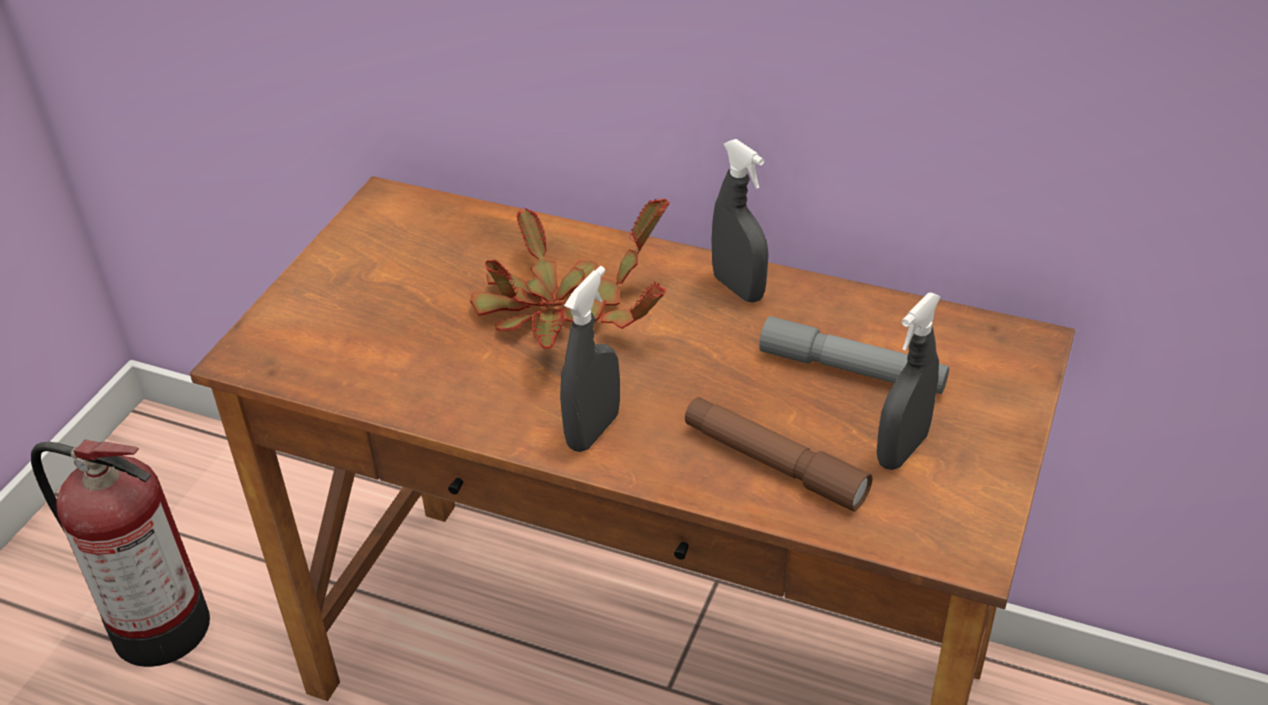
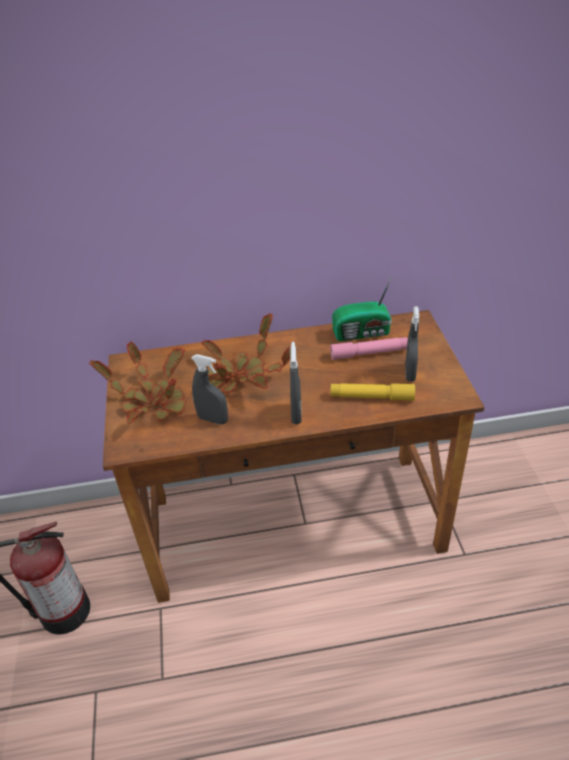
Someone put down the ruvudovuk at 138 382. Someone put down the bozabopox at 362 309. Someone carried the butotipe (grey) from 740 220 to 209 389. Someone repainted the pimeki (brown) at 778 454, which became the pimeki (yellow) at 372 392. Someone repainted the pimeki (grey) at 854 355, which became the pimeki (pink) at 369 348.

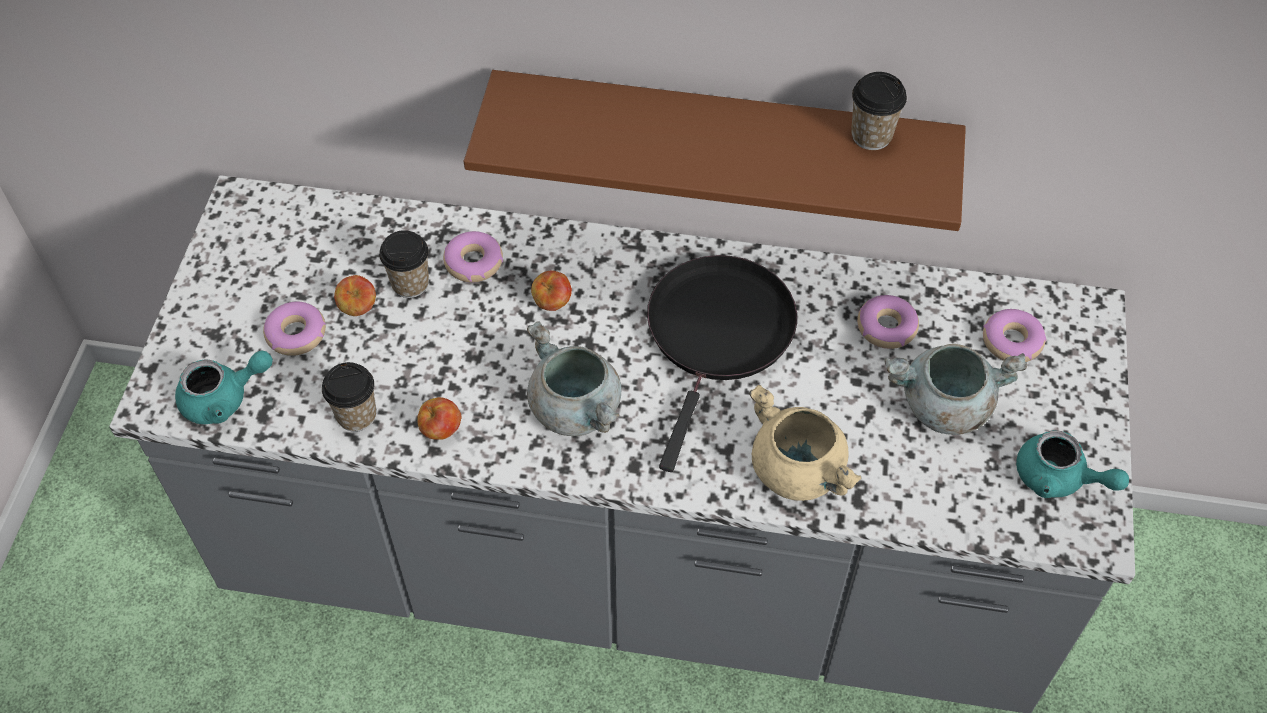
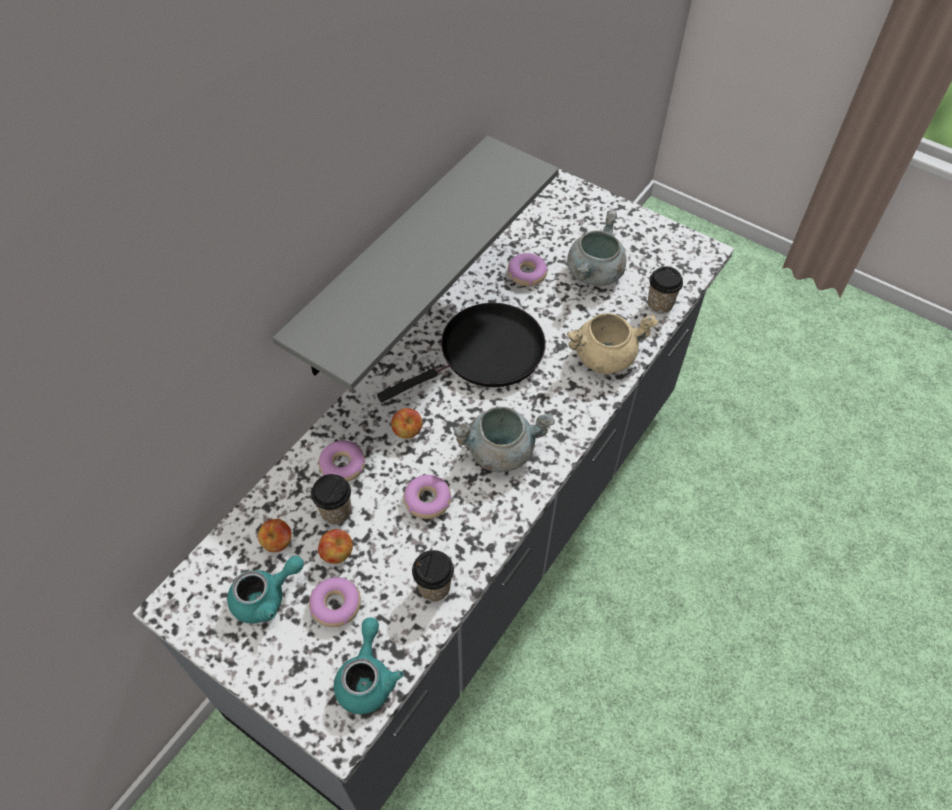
Someone carried the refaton from 439 418 to 275 535. Someone carried the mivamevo from 879 111 to 665 290. Someone carried the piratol from 1014 335 to 427 497. Someone carried the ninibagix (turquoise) from 1072 464 to 265 590. Someone repainted the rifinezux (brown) at 715 150, which became the rifinezux (grey) at 416 263. Someone rotated the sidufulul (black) at 722 363 by 105 degrees clockwise.

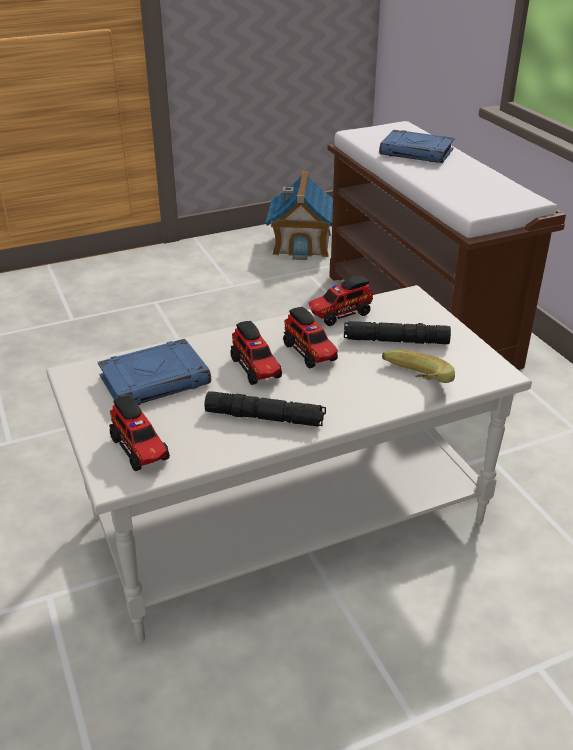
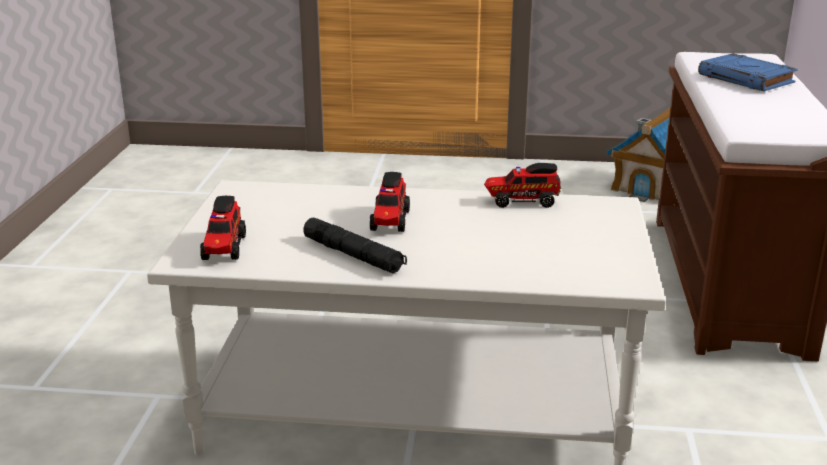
Someone took away the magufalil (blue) at 154 372. Someone took away the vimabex at 310 337. Someone took away the pimeki (black) at 397 332. Someone took away the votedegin at 418 366.

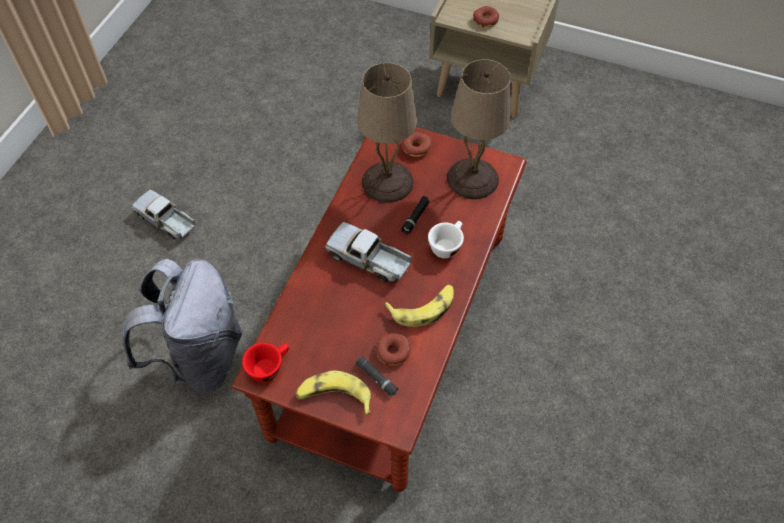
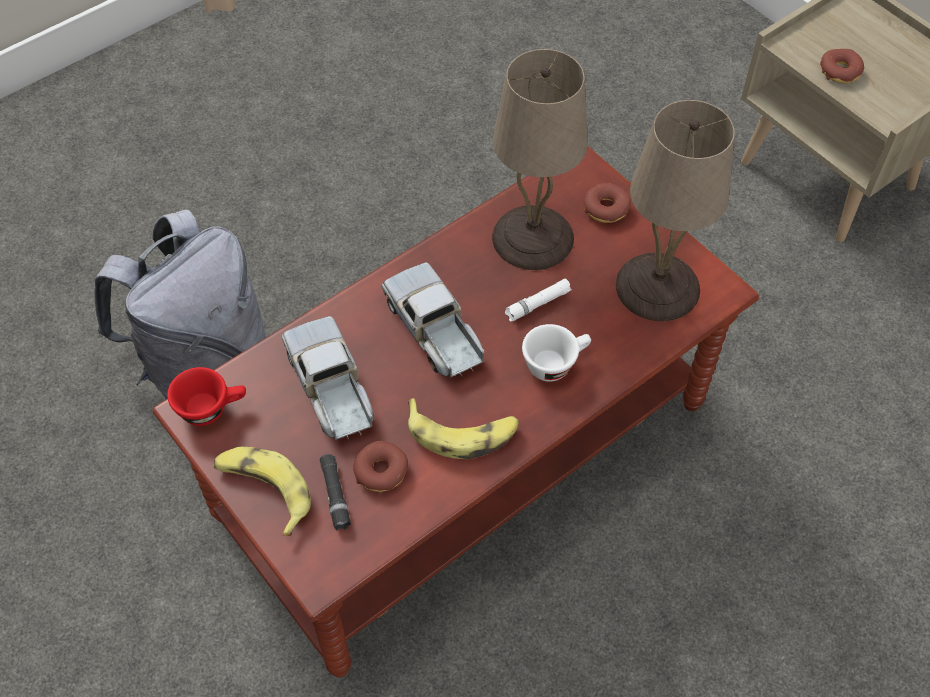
Someone carried the vimabex from 163 214 to 327 378. Someone repainted the pimeki (black) at 415 215, which became the pimeki (white) at 538 300.

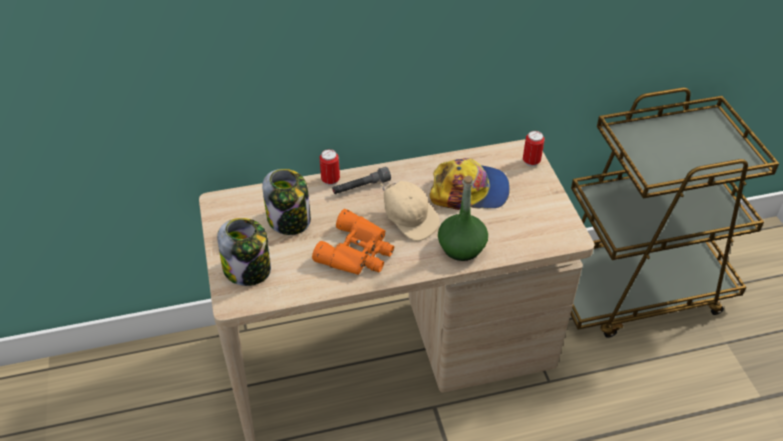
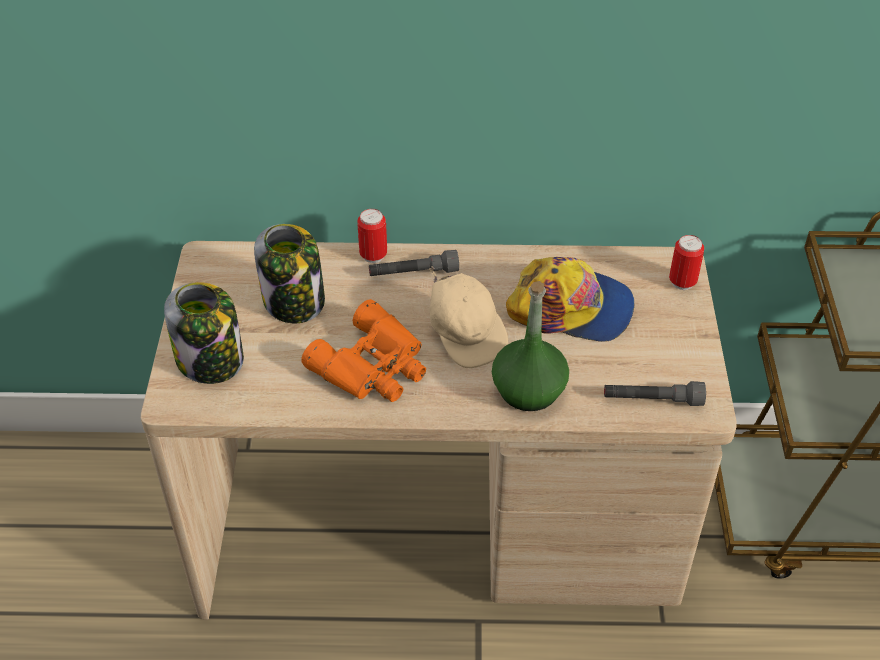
Someone put down the pimeki (grey) at 655 393.

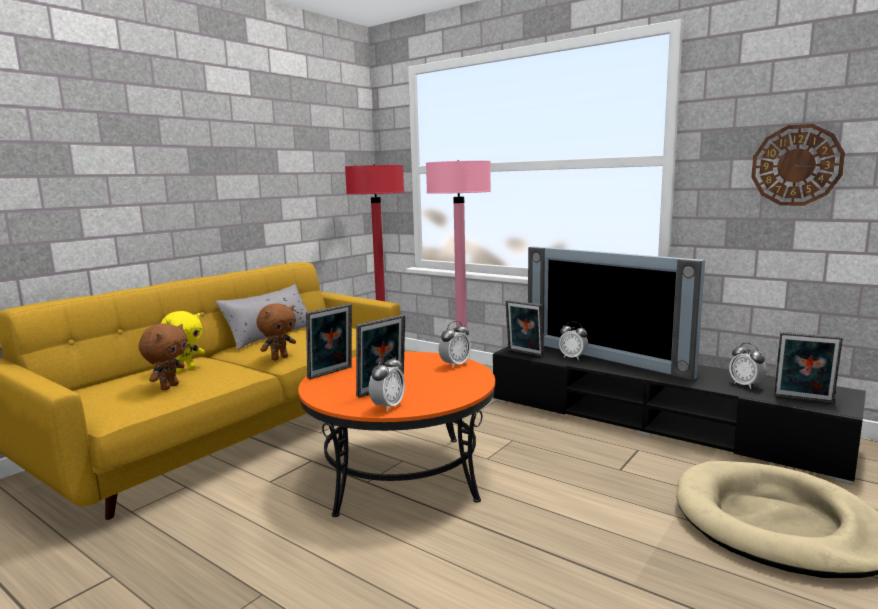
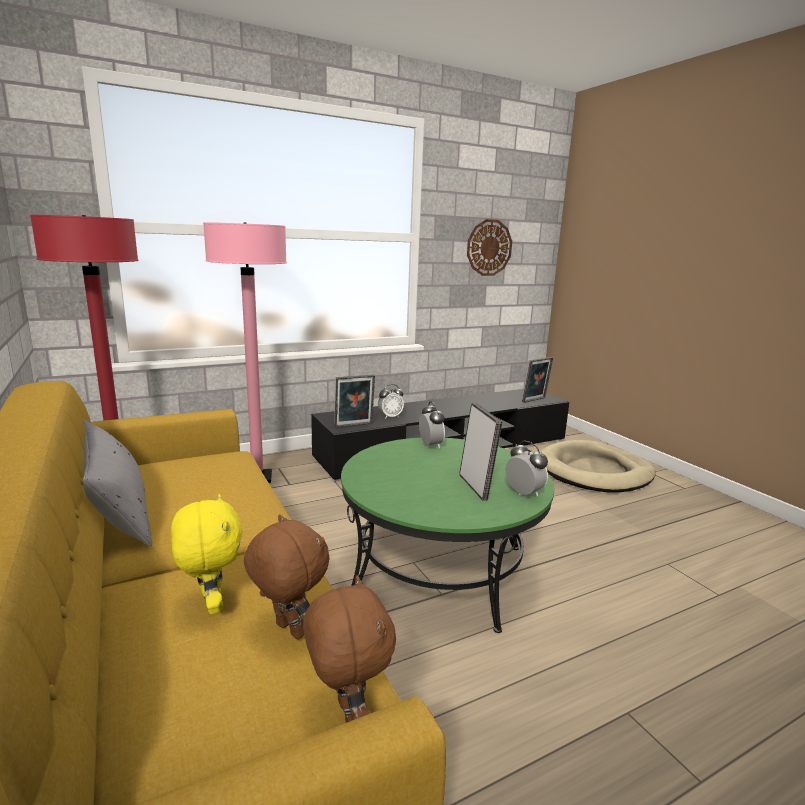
Someone took away the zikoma at 329 341. Someone took away the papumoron at 616 313. Someone took away the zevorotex at 748 366. Someone carried the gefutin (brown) from 276 332 to 349 649. Someone repainted the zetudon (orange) at 396 434, which became the zetudon (green) at 447 535.

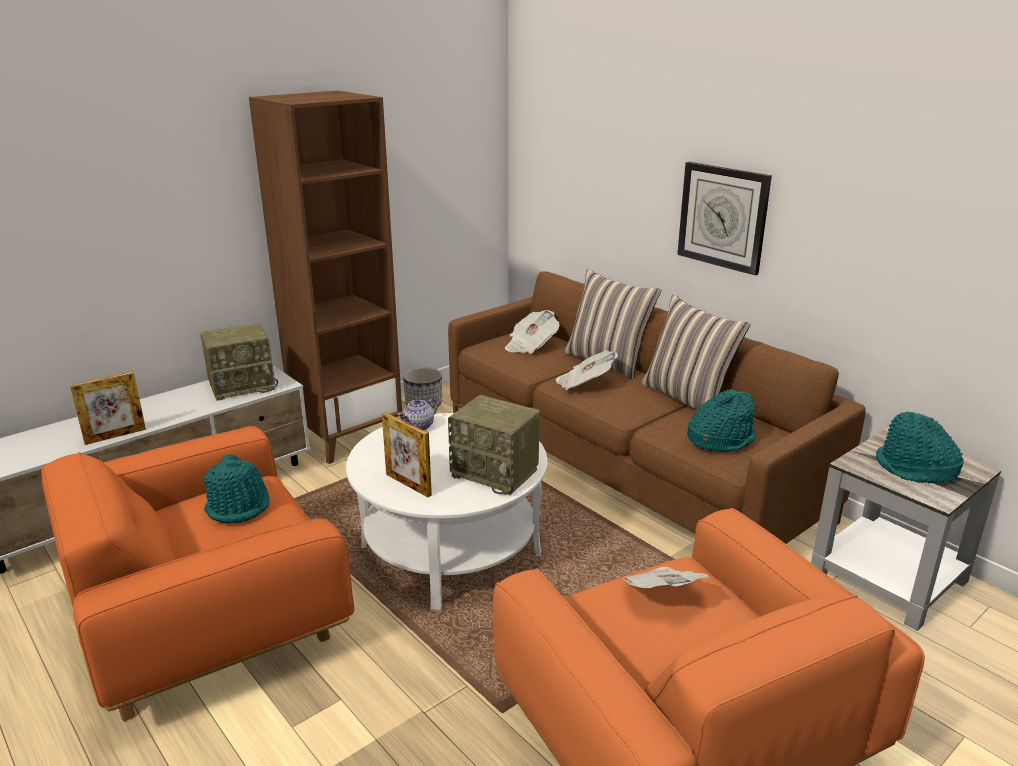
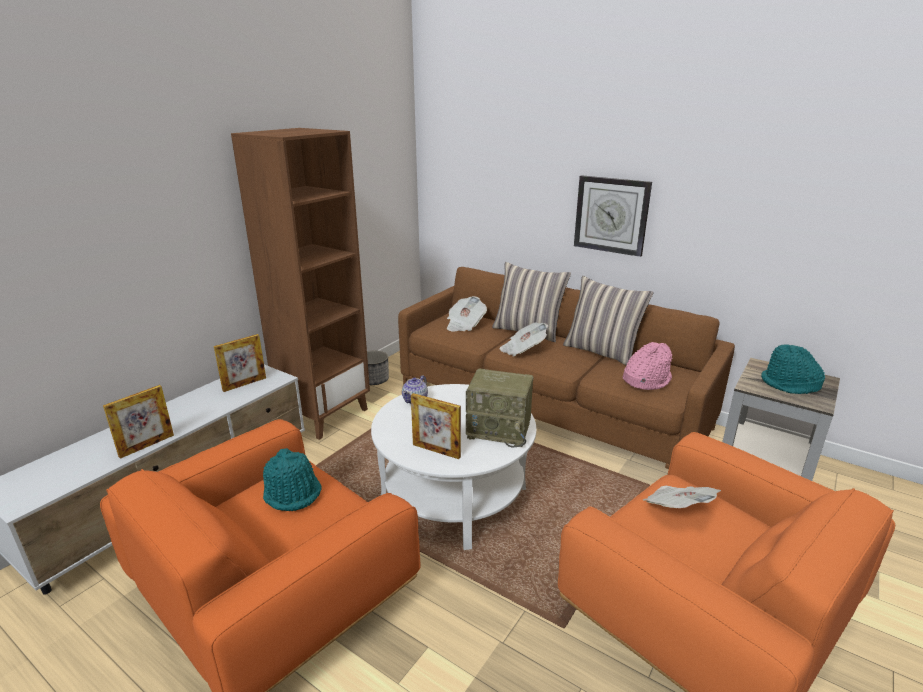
Someone swapped the bozabopox at 239 362 for the zikoma at 240 363. Someone repainted the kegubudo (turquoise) at 721 420, which became the kegubudo (pink) at 647 366.

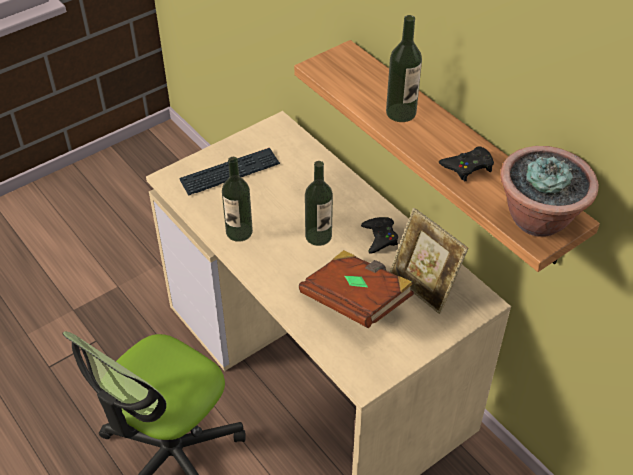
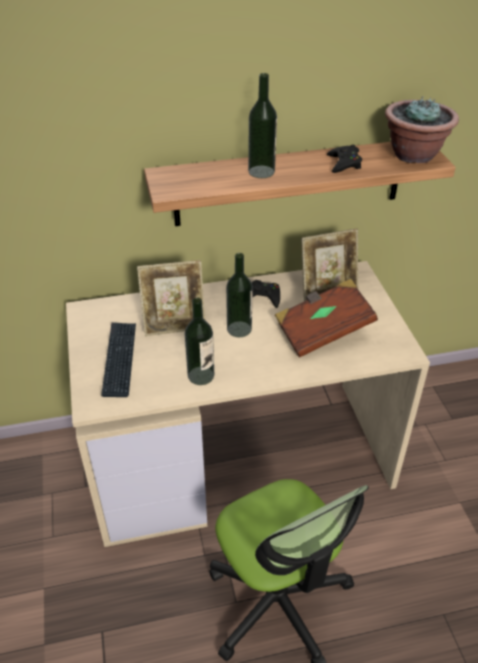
Someone put down the zikoma at 171 298.

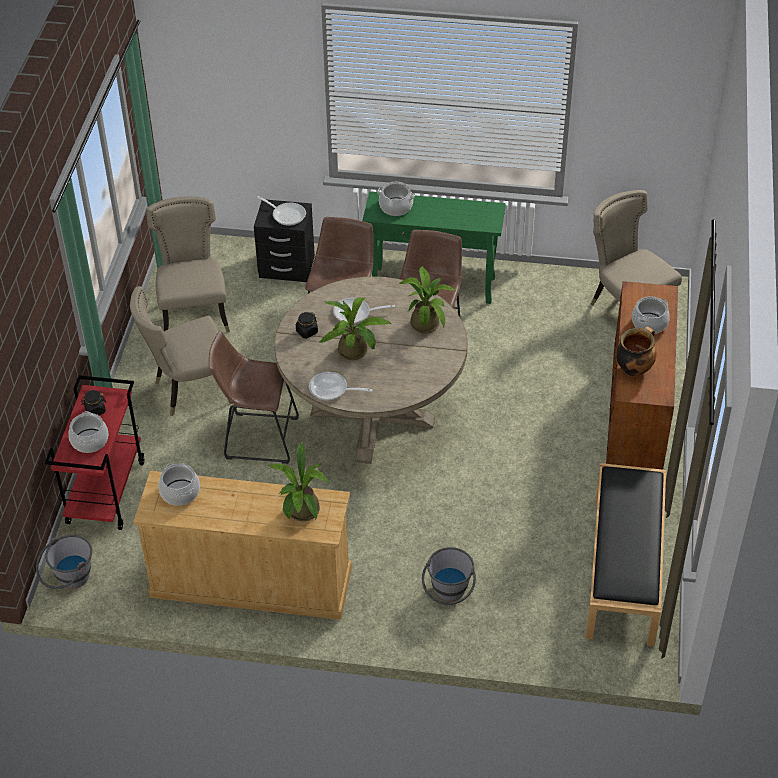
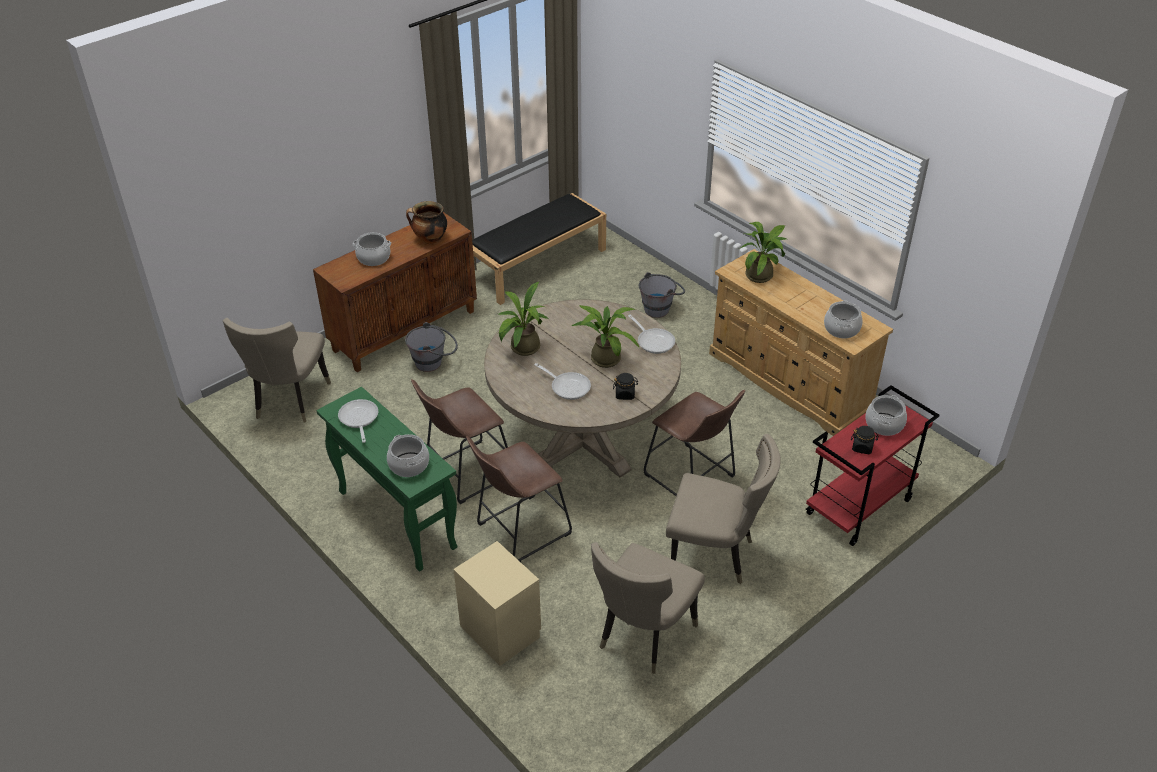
Someone carried the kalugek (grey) from 64 562 to 431 347. Someone carried the sidufulul from 281 211 to 358 421. Someone repainted the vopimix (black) at 284 241, which became the vopimix (beige) at 497 603.

